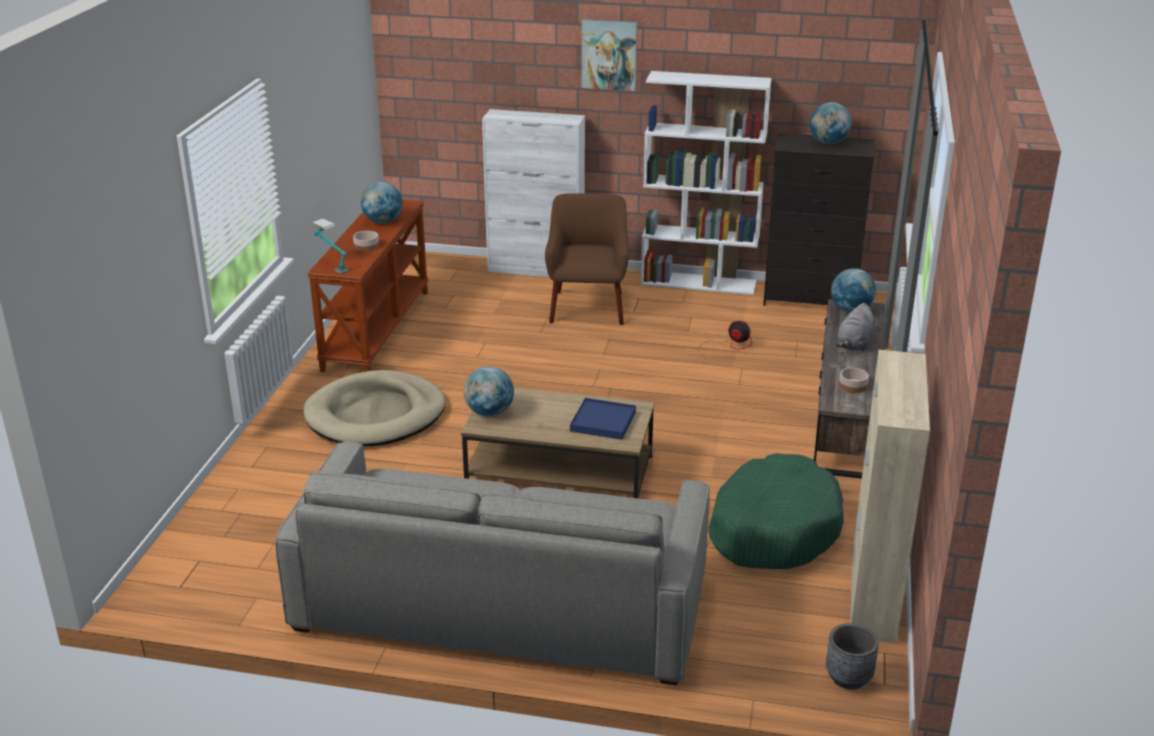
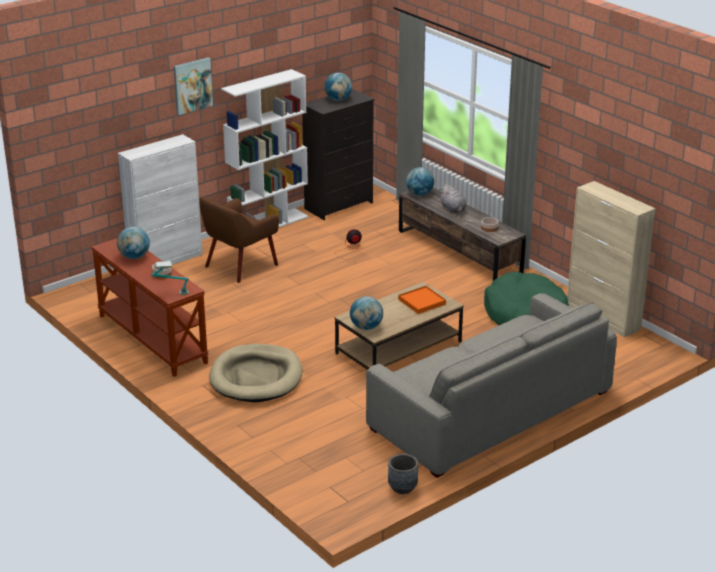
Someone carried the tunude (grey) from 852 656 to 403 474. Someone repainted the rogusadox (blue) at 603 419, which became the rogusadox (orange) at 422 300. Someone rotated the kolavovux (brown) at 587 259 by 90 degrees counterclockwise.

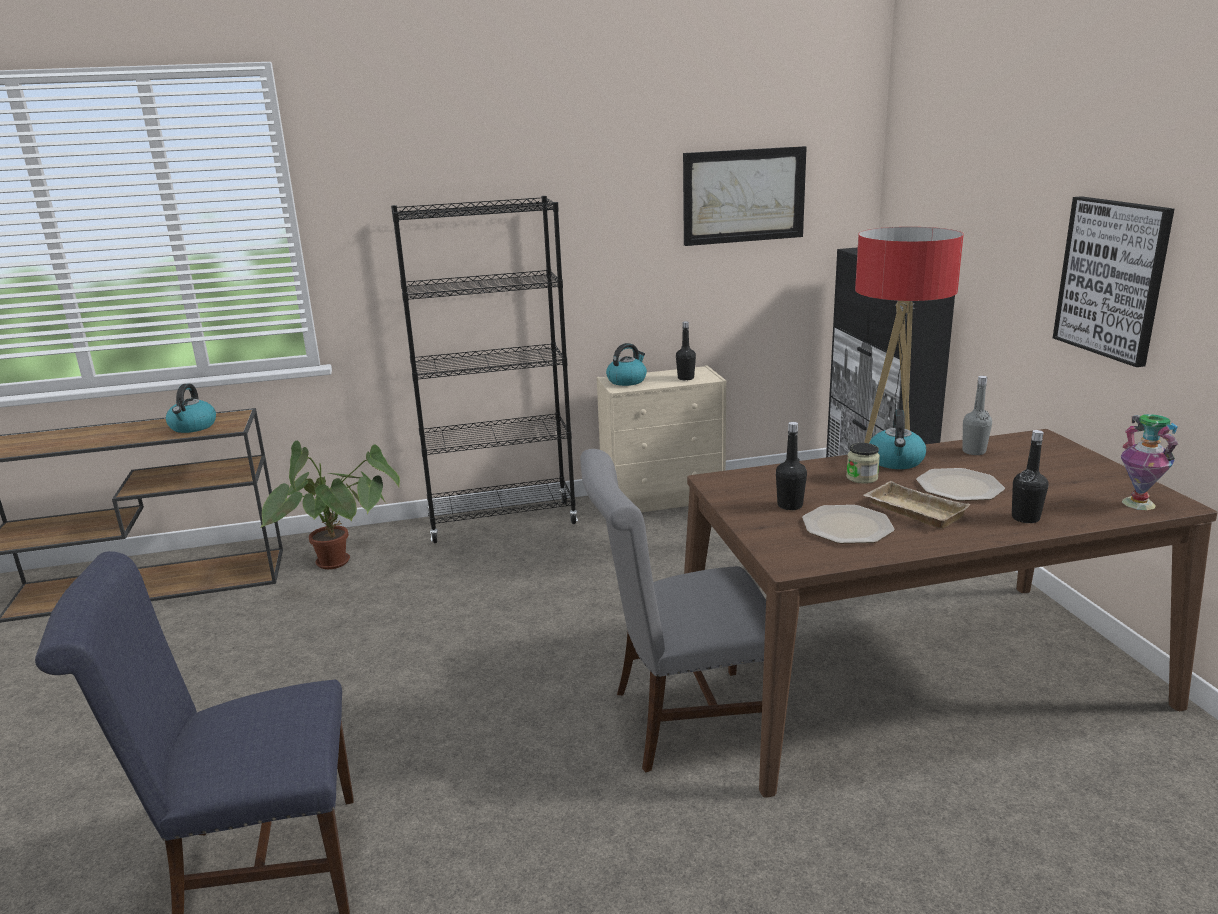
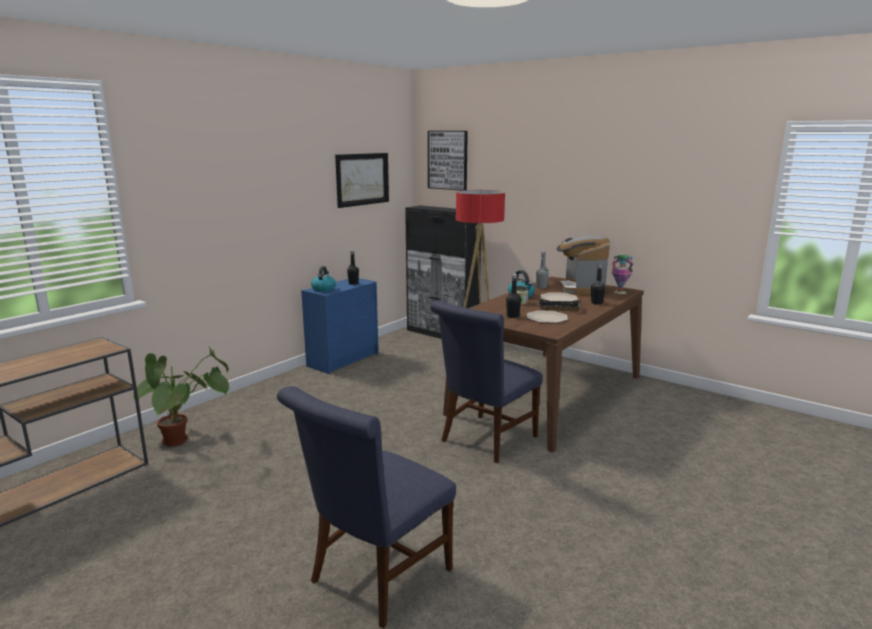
Someone took away the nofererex at 191 408. Someone took away the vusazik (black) at 484 369. Someone put down the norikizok at 583 265. Someone carried the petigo from 1113 281 to 448 160. Someone repainted the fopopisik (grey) at 673 611, which became the fopopisik (blue) at 486 381. Someone repainted the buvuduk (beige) at 661 438, which became the buvuduk (blue) at 340 326. Someone repainted the rogusadox (beige) at 917 504, which became the rogusadox (black) at 560 306.

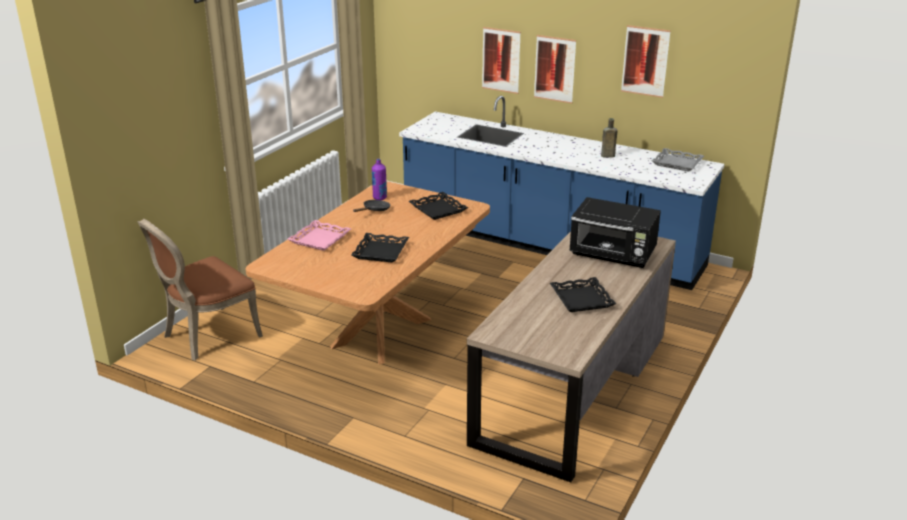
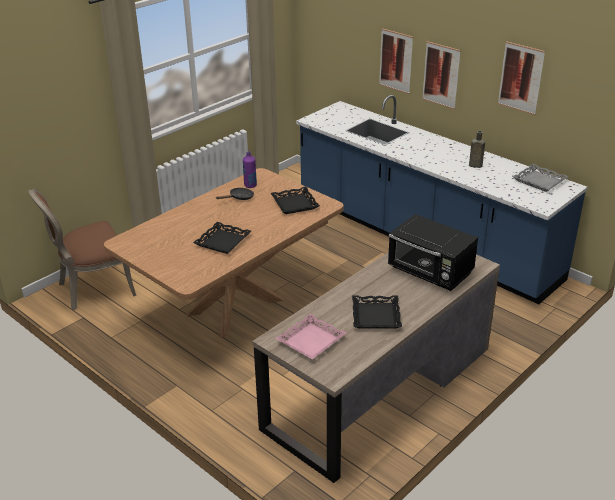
Someone carried the rogusadox (pink) from 319 235 to 310 337.

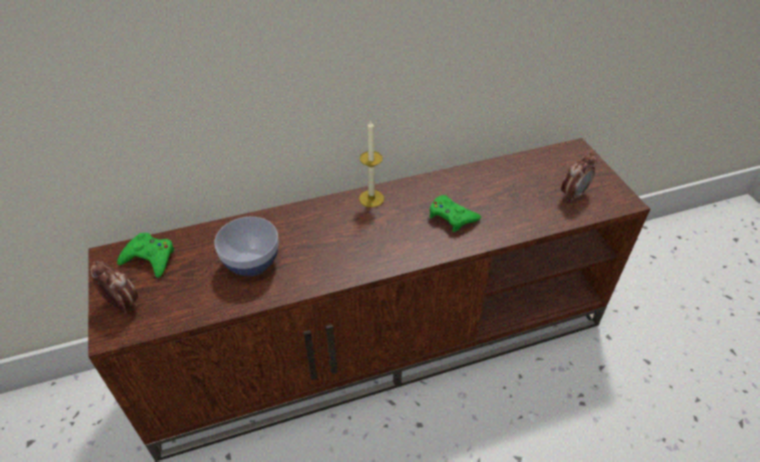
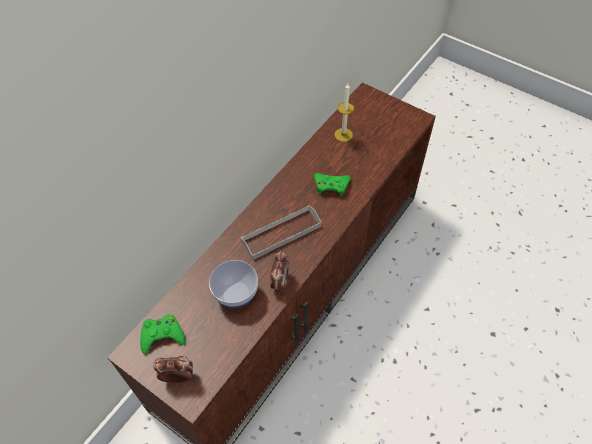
Someone put down the rogusadox (grey) at 281 232. Someone carried the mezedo from 371 163 to 344 113. Someone carried the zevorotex from 579 177 to 279 271.

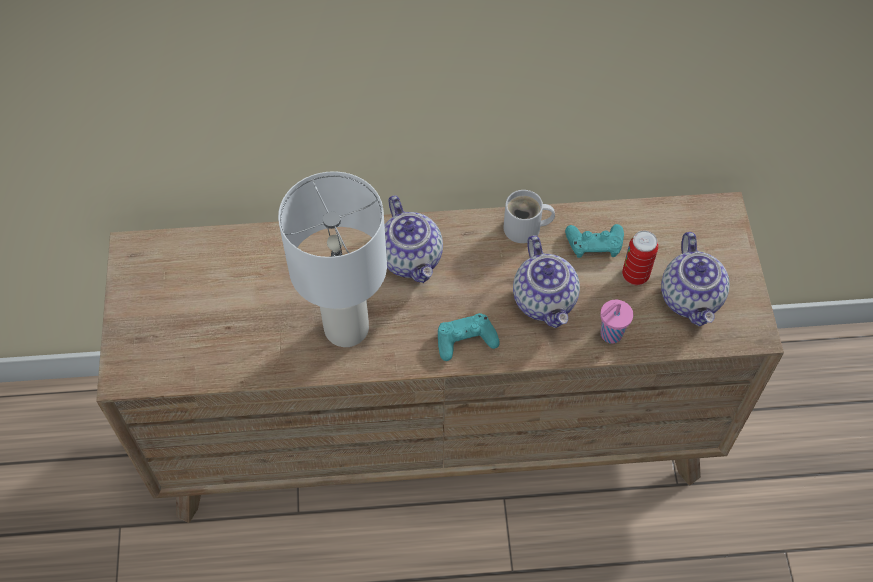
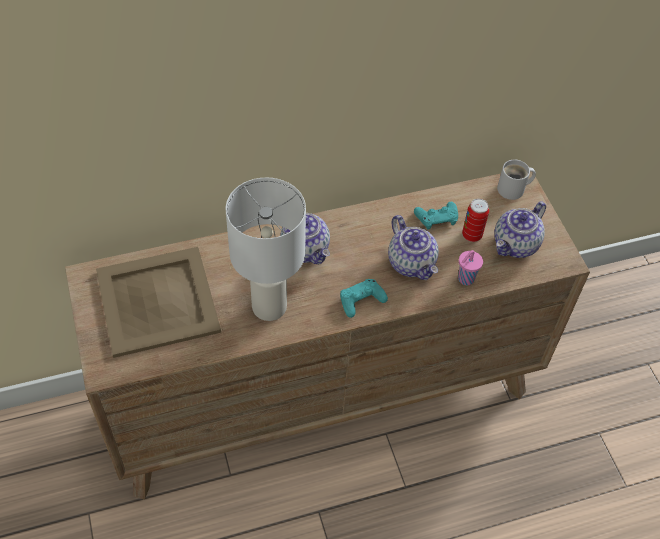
Someone put down the rogusadox (beige) at 158 302. Someone carried the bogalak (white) from 529 216 to 516 180. Someone rotated the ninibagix at 695 279 by 60 degrees clockwise.

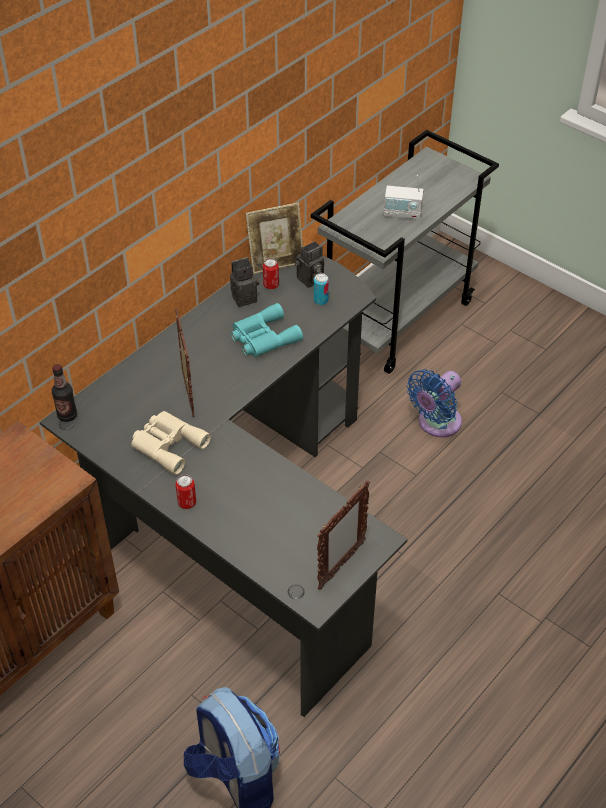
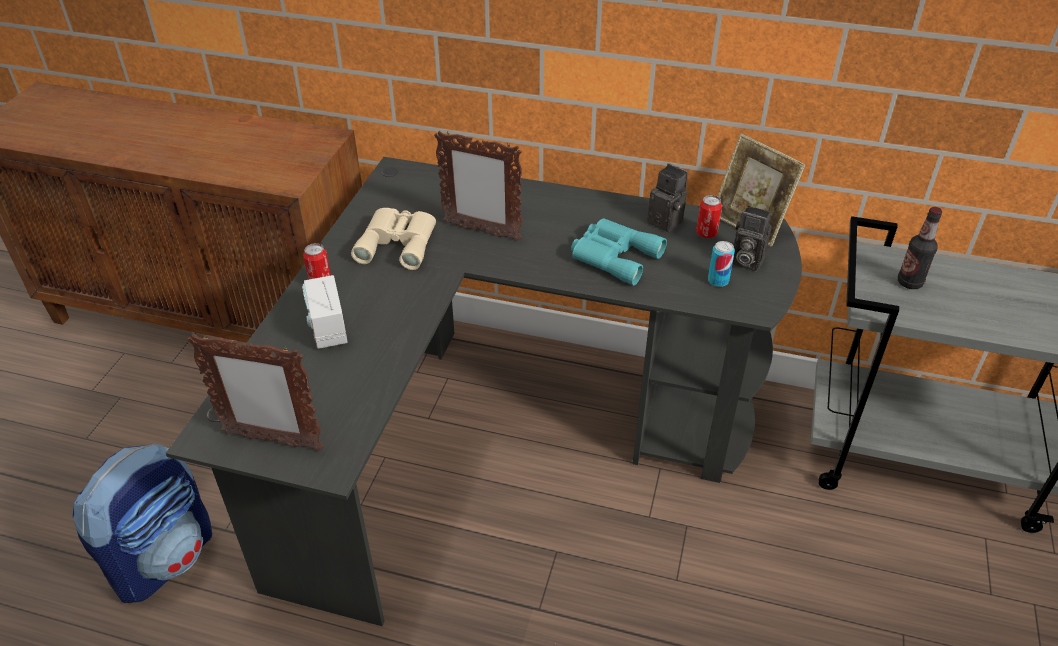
Someone took away the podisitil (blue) at 434 403. Someone carried the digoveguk from 64 393 to 920 248. Someone carried the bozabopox from 404 197 to 324 312. Someone rotated the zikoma at 185 363 by 60 degrees clockwise.

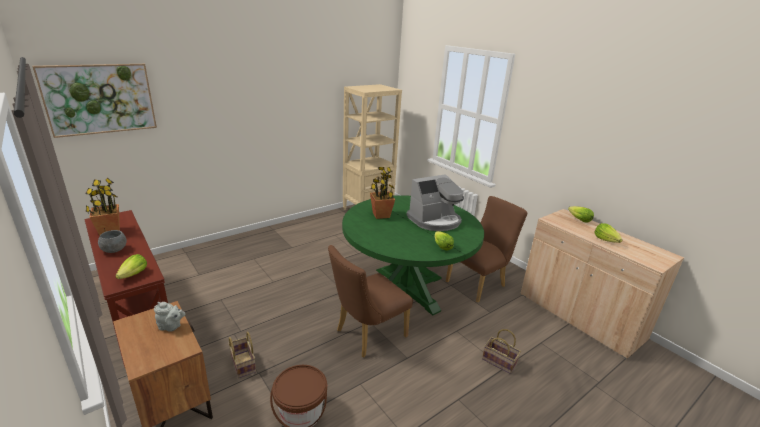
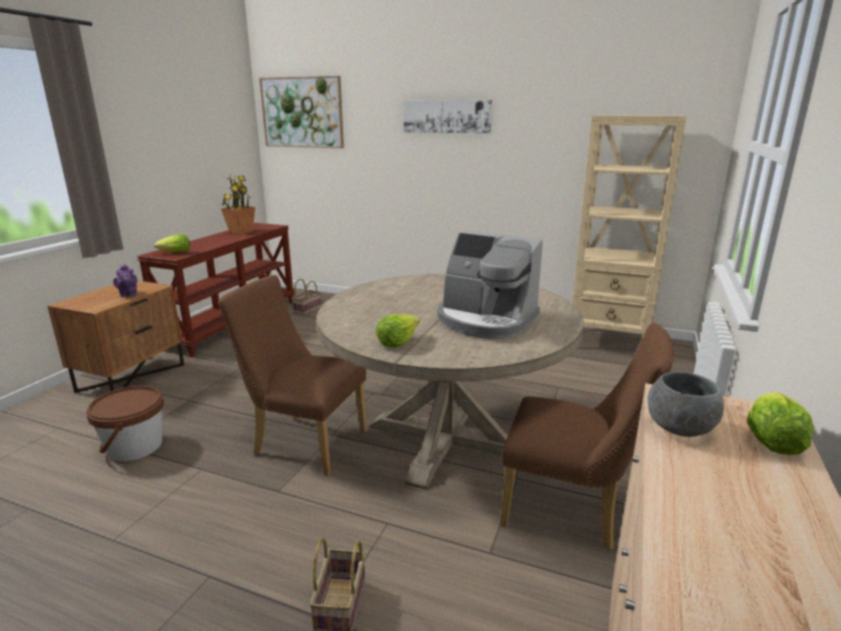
Someone took away the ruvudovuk at 382 193. Someone took away the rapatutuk at 608 233. Someone put up the petigo at 448 116. Someone carried the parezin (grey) from 112 241 to 685 404. Someone carried the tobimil from 242 355 to 306 297. Someone repainted the ninibagix (grey) at 169 317, which became the ninibagix (purple) at 125 280. Someone repainted the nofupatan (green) at 413 255, which became the nofupatan (beige) at 450 382.

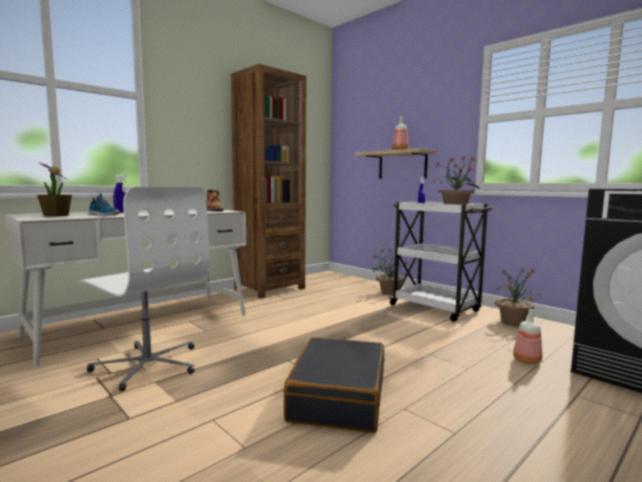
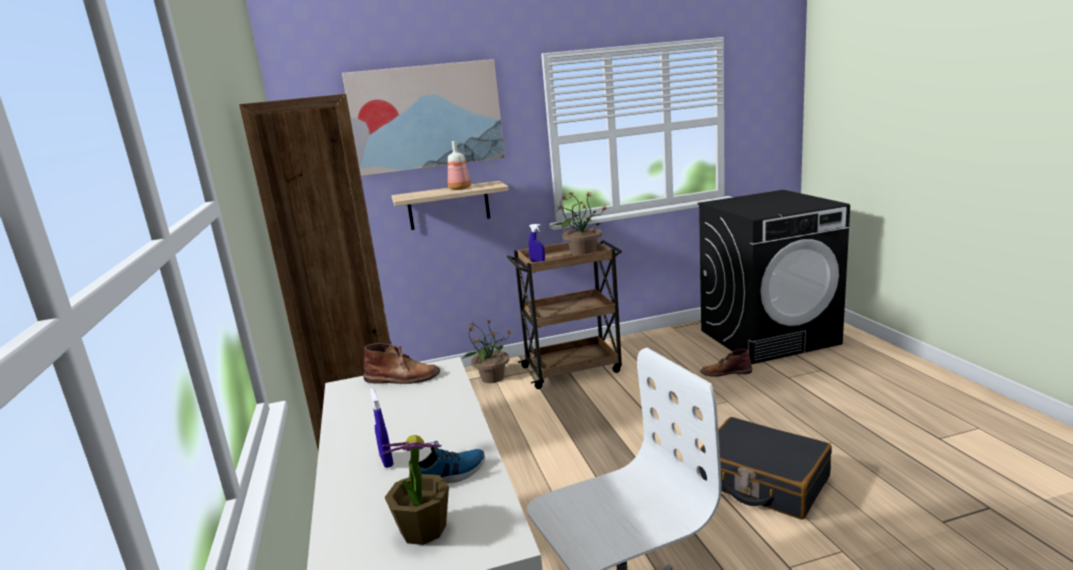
Someone took away the ruvudovuk at 518 296. Someone put up the petigo at 423 117. Someone swapped the digoveguk at 527 336 for the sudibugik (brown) at 726 363. Someone repainted the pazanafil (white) at 440 261, which became the pazanafil (brown) at 564 314.

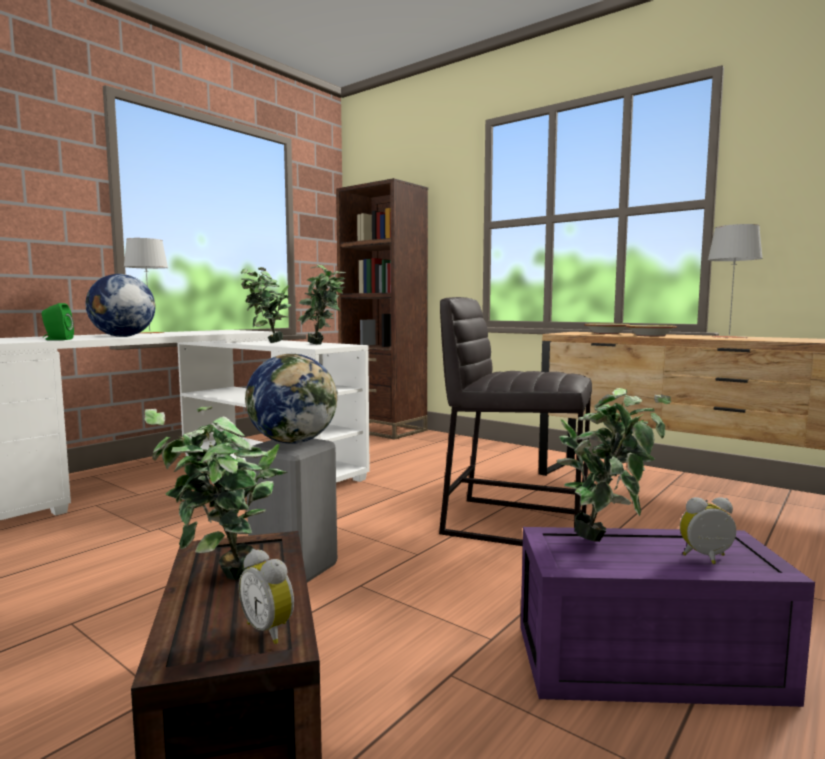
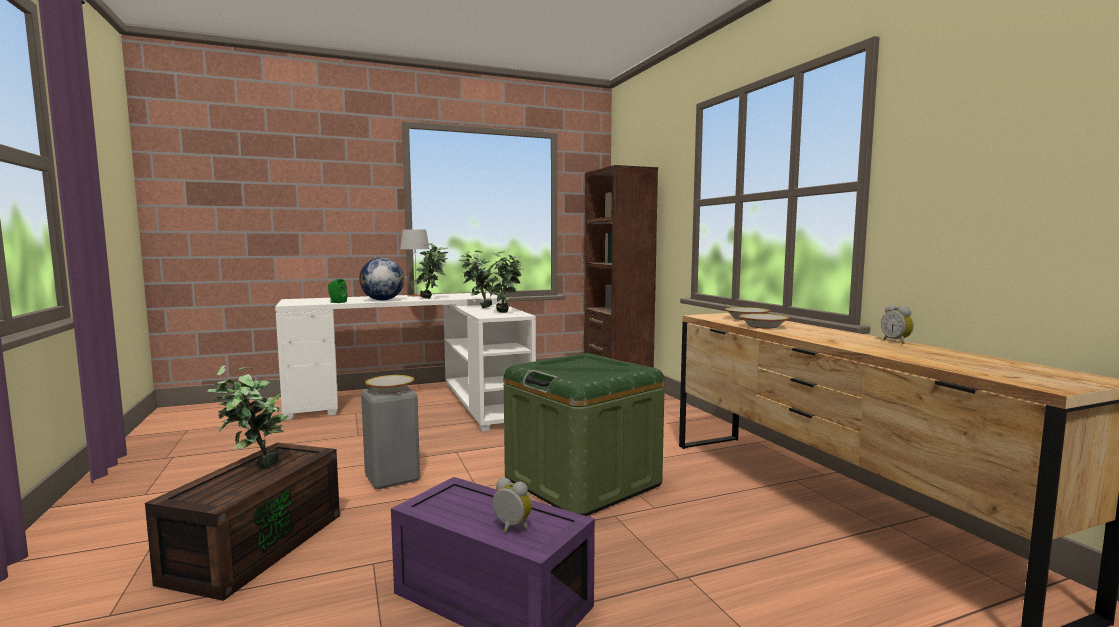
Someone took away the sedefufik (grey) at 735 281. Someone carried the zevorotex from 266 596 to 897 324. Someone carried the ruvudovuk from 614 465 to 431 271. Someone swapped the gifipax at 291 399 for the parezin at 389 384. Someone swapped the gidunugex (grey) at 515 421 for the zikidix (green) at 584 434.

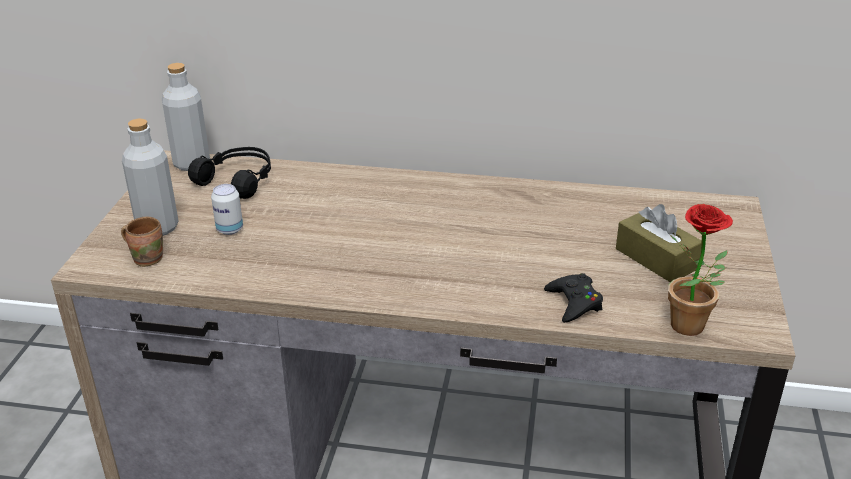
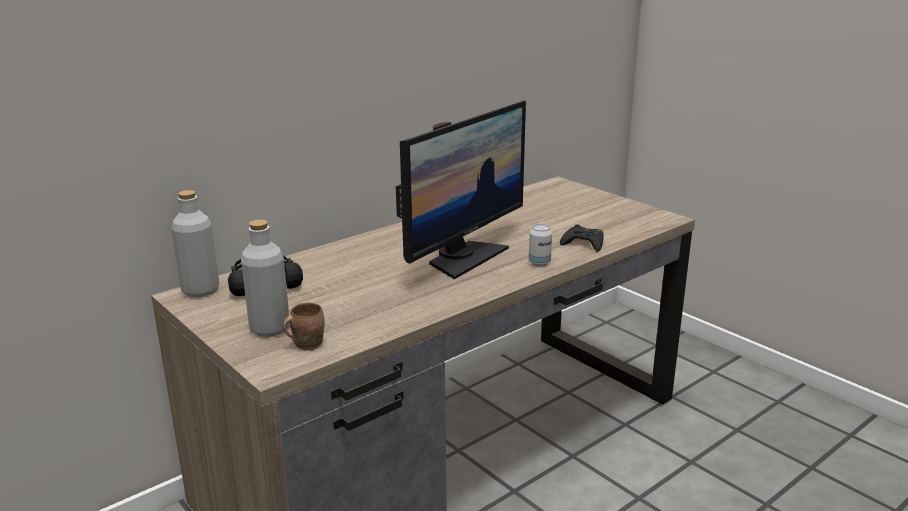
Someone took away the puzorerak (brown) at 659 243. Someone took away the ruvudovuk at 700 270. Someone put down the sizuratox at 461 190. Someone carried the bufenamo from 227 209 to 540 245.

